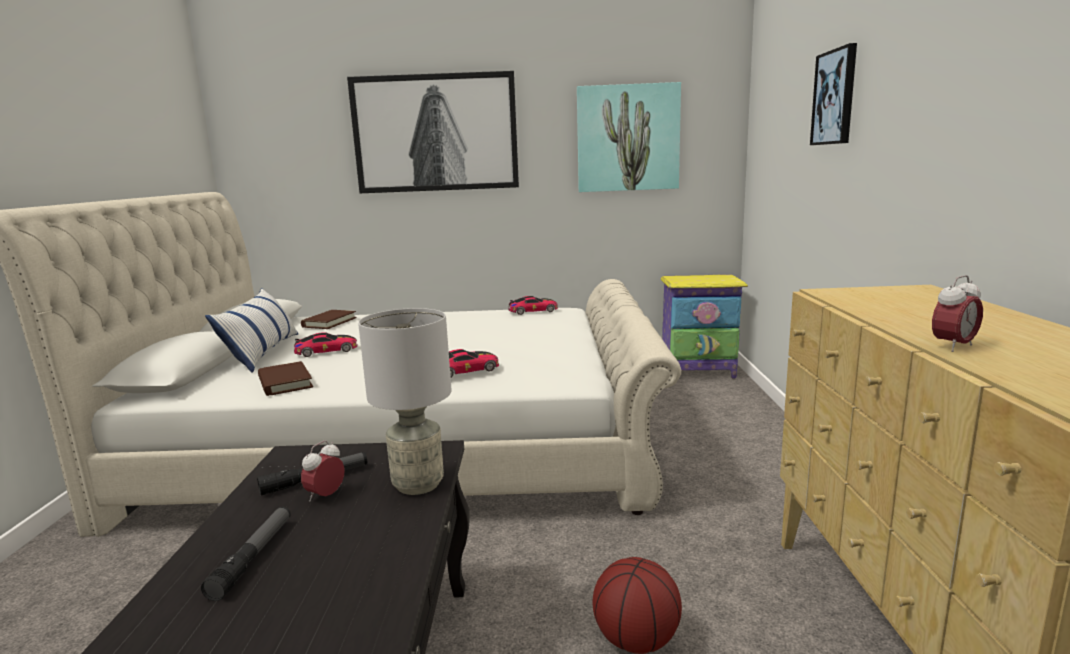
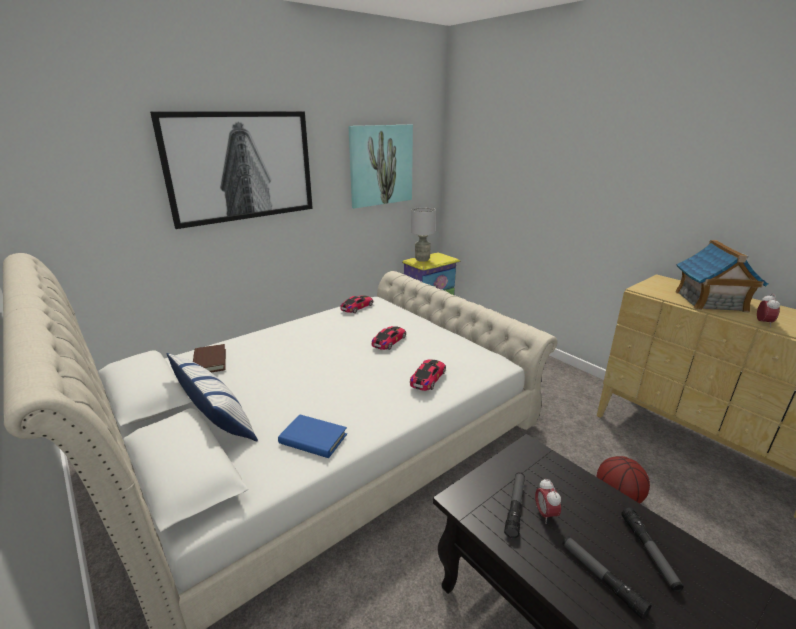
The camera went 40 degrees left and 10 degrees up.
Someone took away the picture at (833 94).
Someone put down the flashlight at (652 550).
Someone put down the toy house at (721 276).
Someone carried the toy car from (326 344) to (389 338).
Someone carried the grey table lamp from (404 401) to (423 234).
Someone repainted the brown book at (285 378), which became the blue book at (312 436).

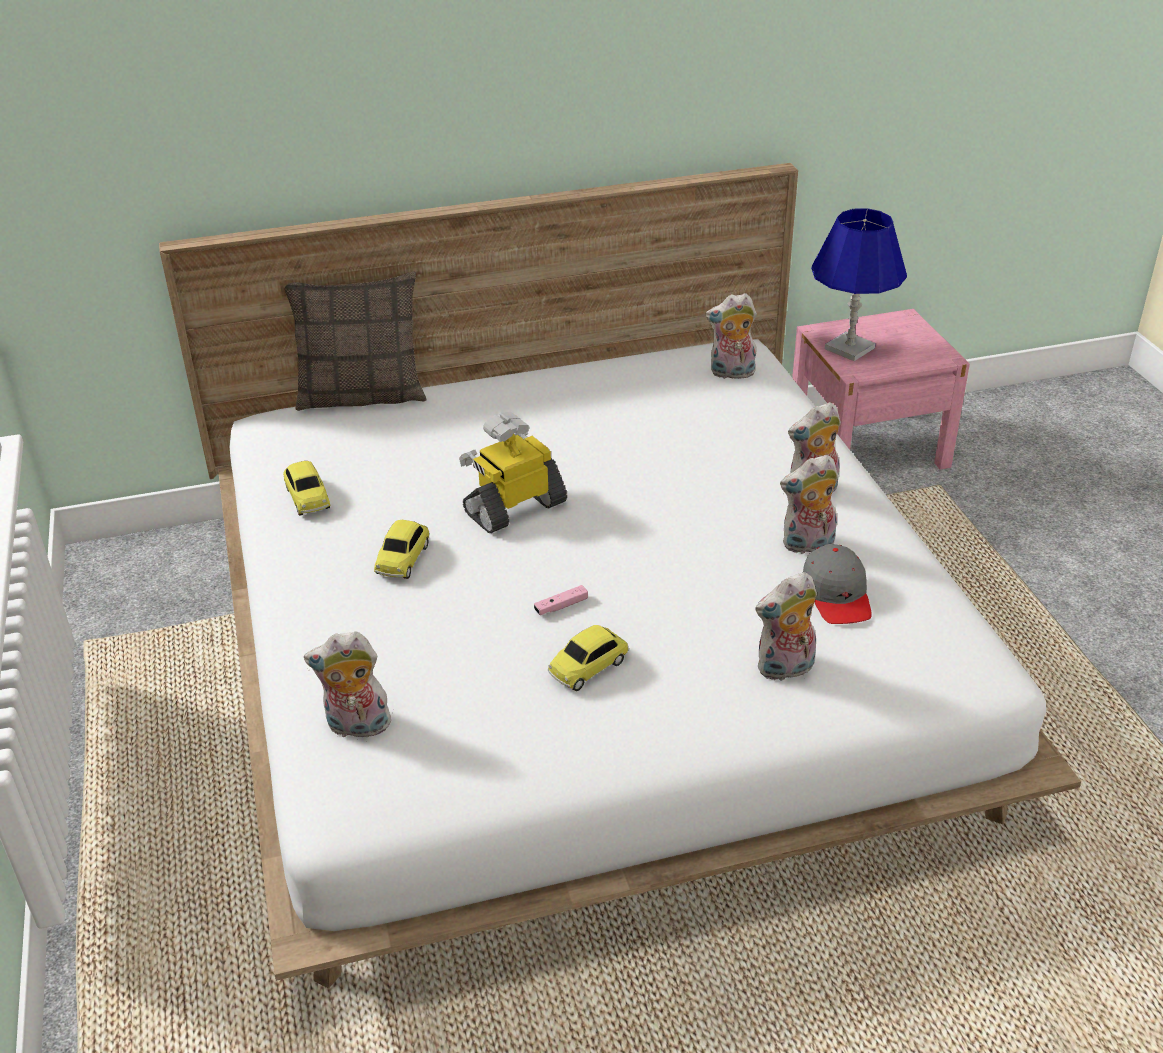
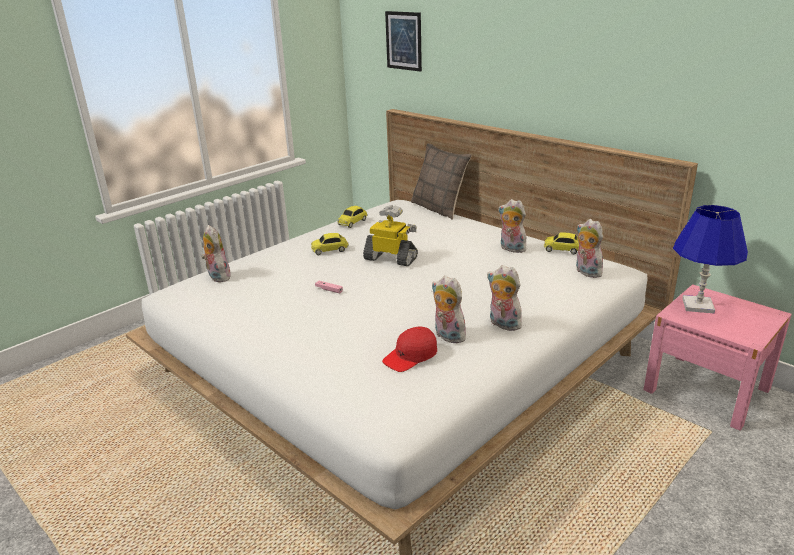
The camera went 60 degrees right and 10 degrees down.
Someone put up the picture at (403 41).
Someone carried the toy car from (588 658) to (561 243).
Someone carried the plush toy from (786 627) to (512 226).
Someone repainted the grey cap at (837 584), which became the red cap at (409 349).

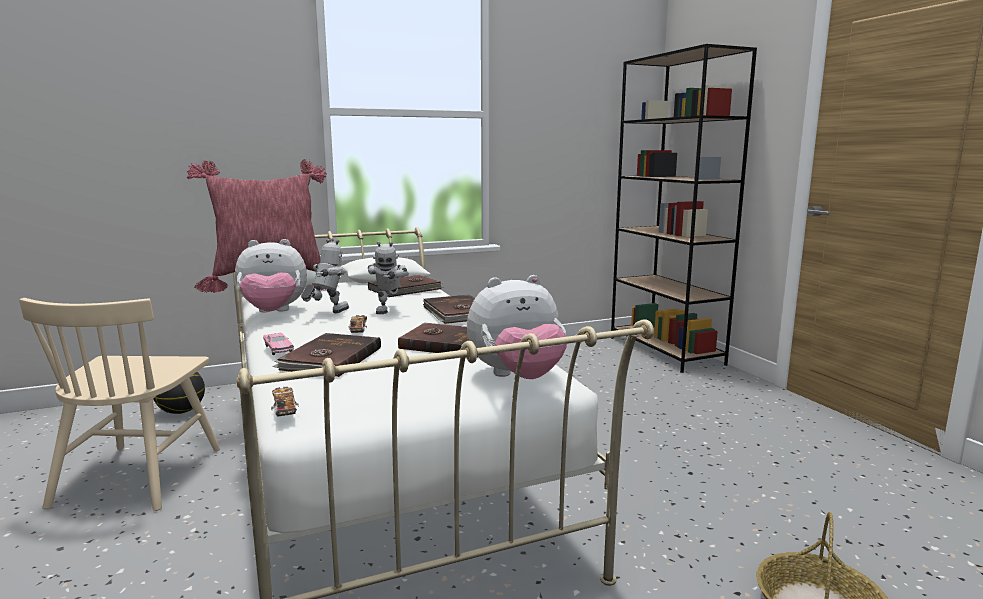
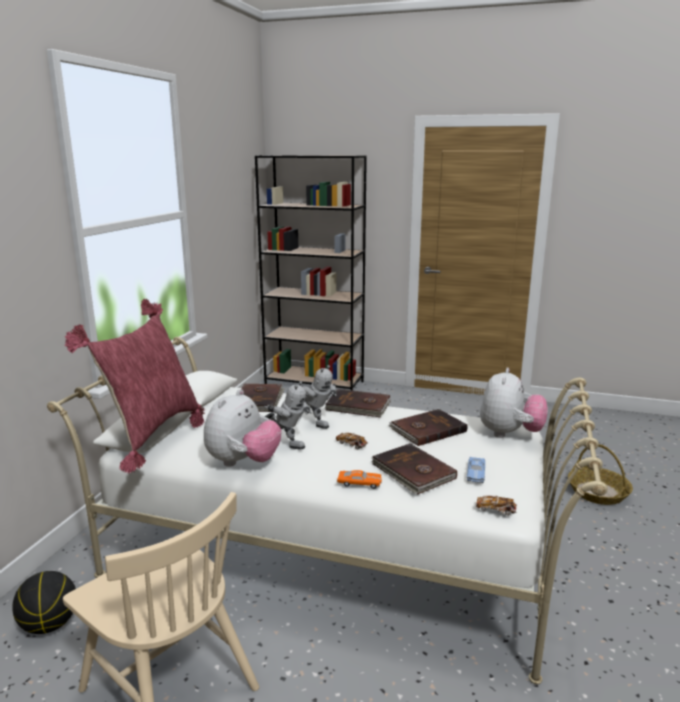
The camera went 50 degrees left and 5 degrees up.
Someone put down the blue toy car at (476 470).
Someone repainted the pink toy car at (278 344), which became the orange toy car at (359 479).
Someone rotated the toy robot at (325 276) by 135 degrees clockwise.

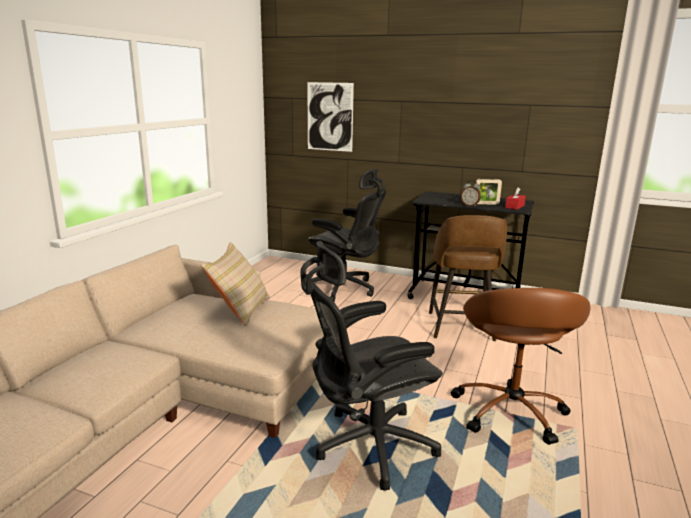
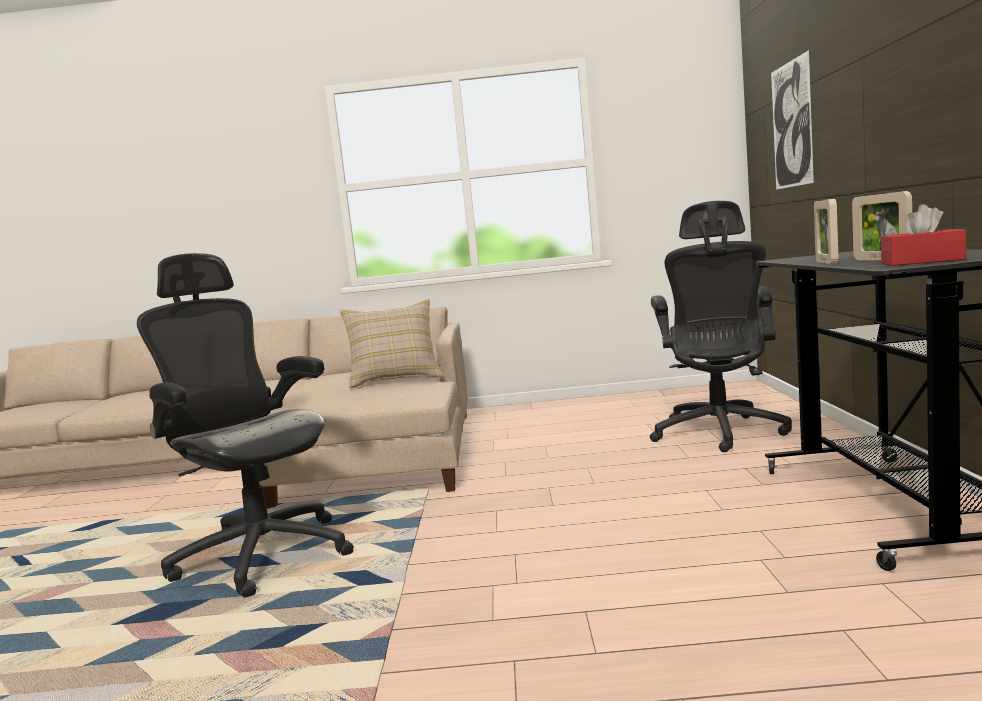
The camera went 70 degrees right and 10 degrees down.
Someone took away the brown stool at (468 278).
Someone took away the brown office chair at (520 366).
Someone swapped the alarm clock at (471 193) for the picture frame at (826 231).

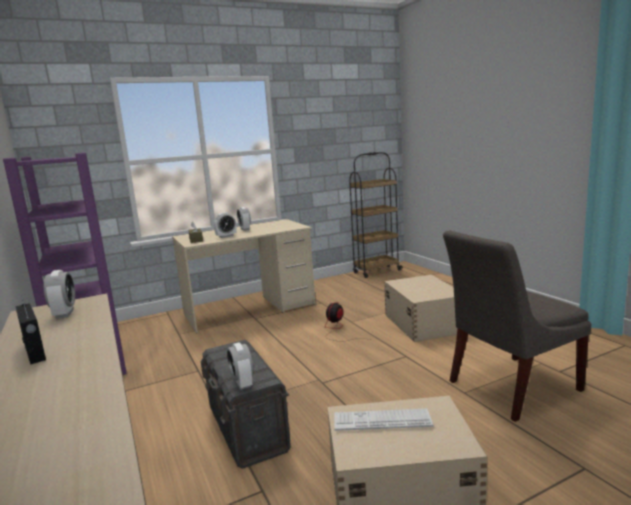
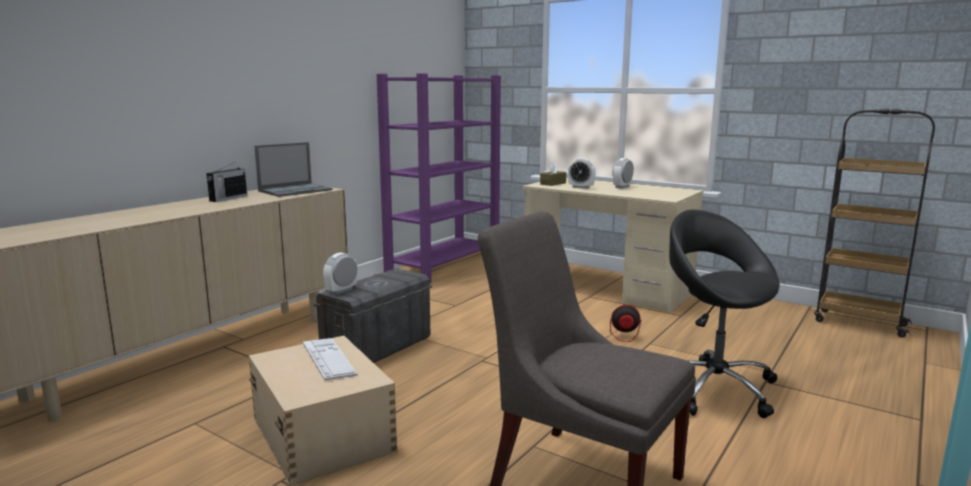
The camera went 60 degrees right and 0 degrees up.
Someone swapped the alarm clock at (59 294) for the laptop at (294 169).
Someone swapped the beige storage box at (420 308) for the black office chair at (724 314).

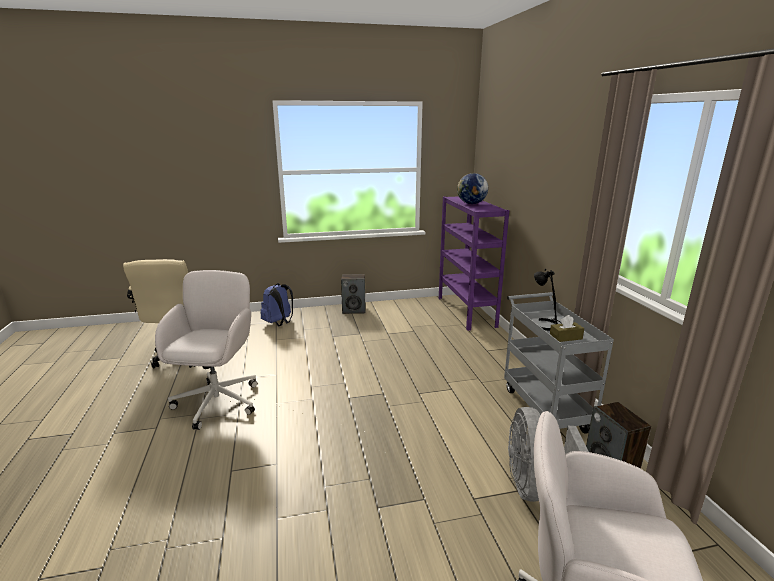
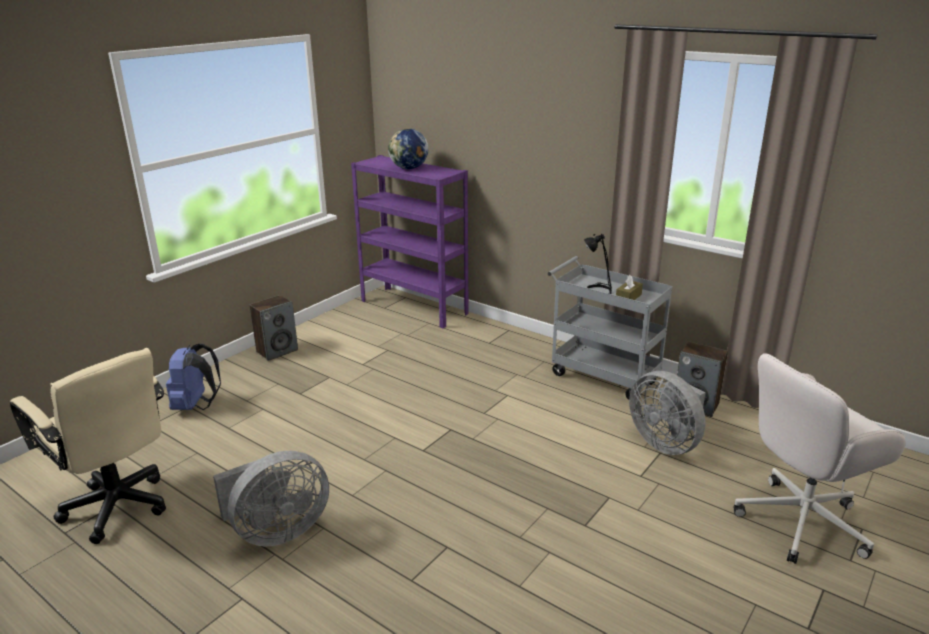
The camera went 40 degrees left and 5 degrees up.
Someone swapped the white office chair at (206 350) for the grey fan at (271 498).

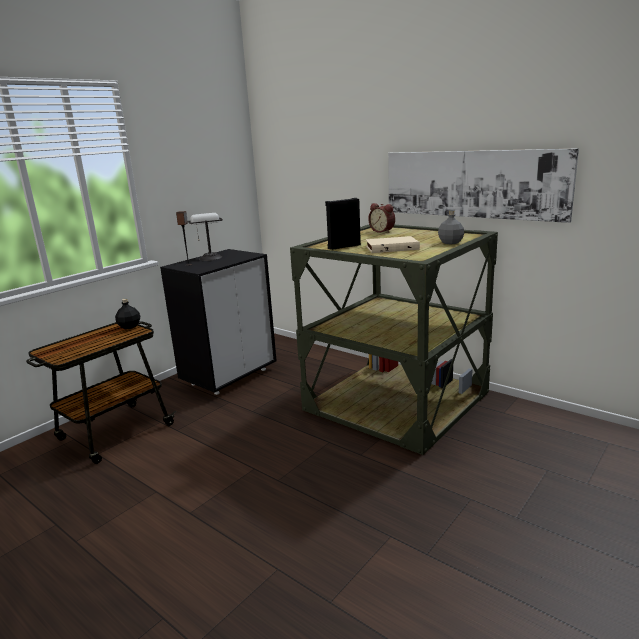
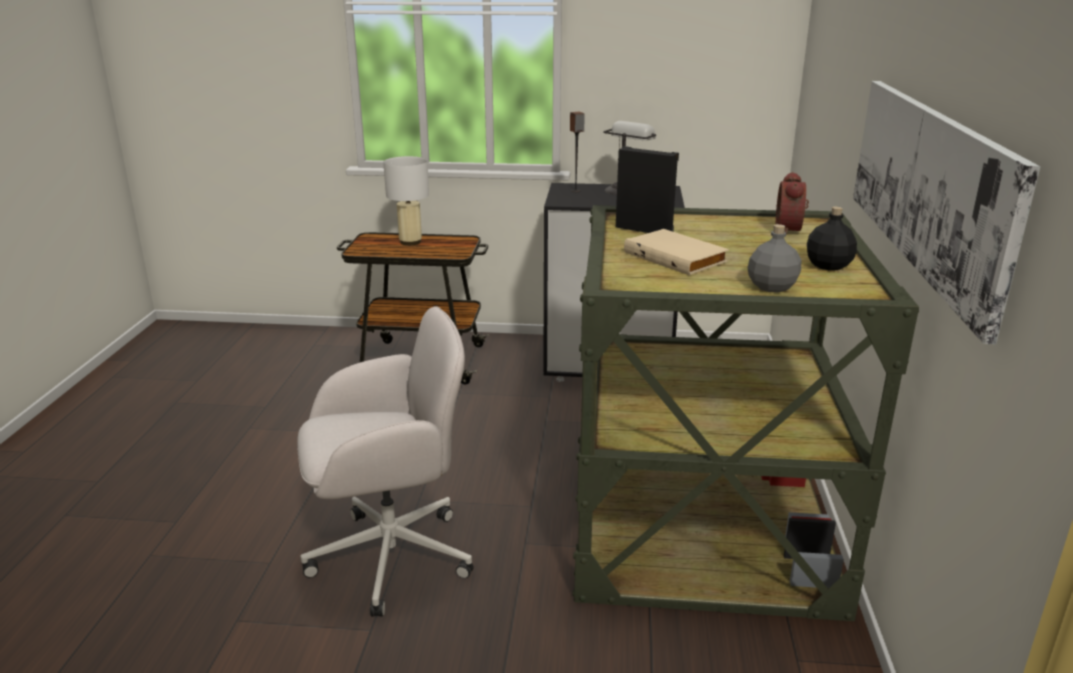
The camera went 55 degrees right and 5 degrees up.
Someone put down the white office chair at (385 461).
Someone put down the white table lamp at (406 201).
Someone carried the black bottle from (127 314) to (832 238).

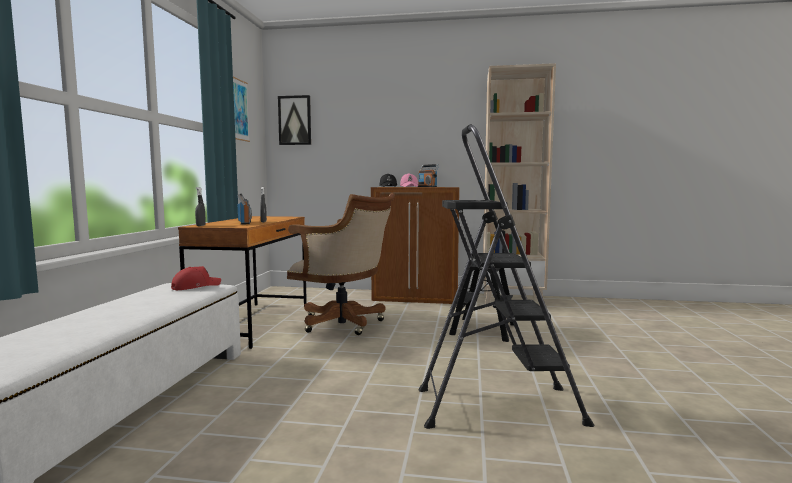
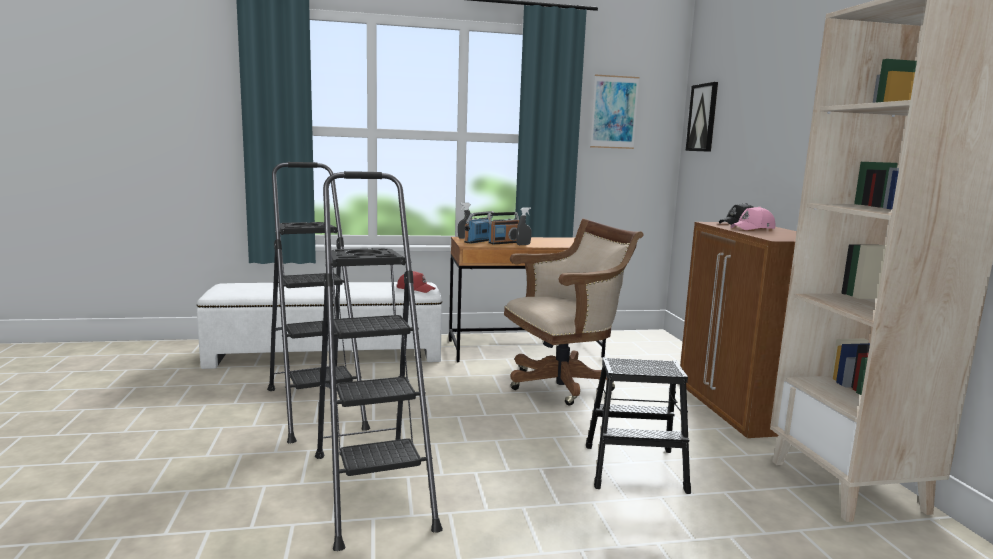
The camera went 70 degrees right and 5 degrees up.
Someone put down the step ladder at (318 302).
Someone carried the radio from (428 175) to (479 227).
Someone rotated the office chair at (341 264) by 120 degrees counterclockwise.

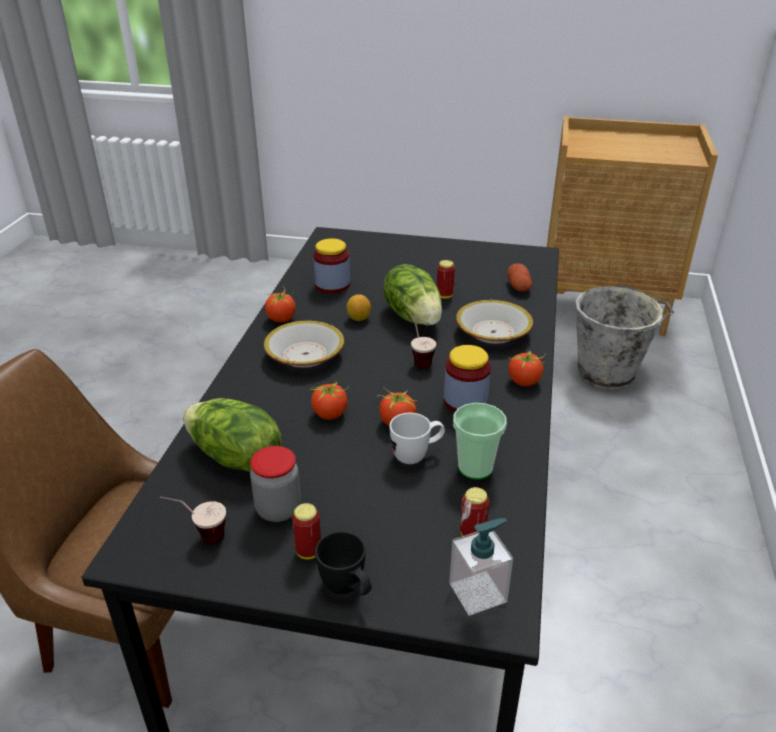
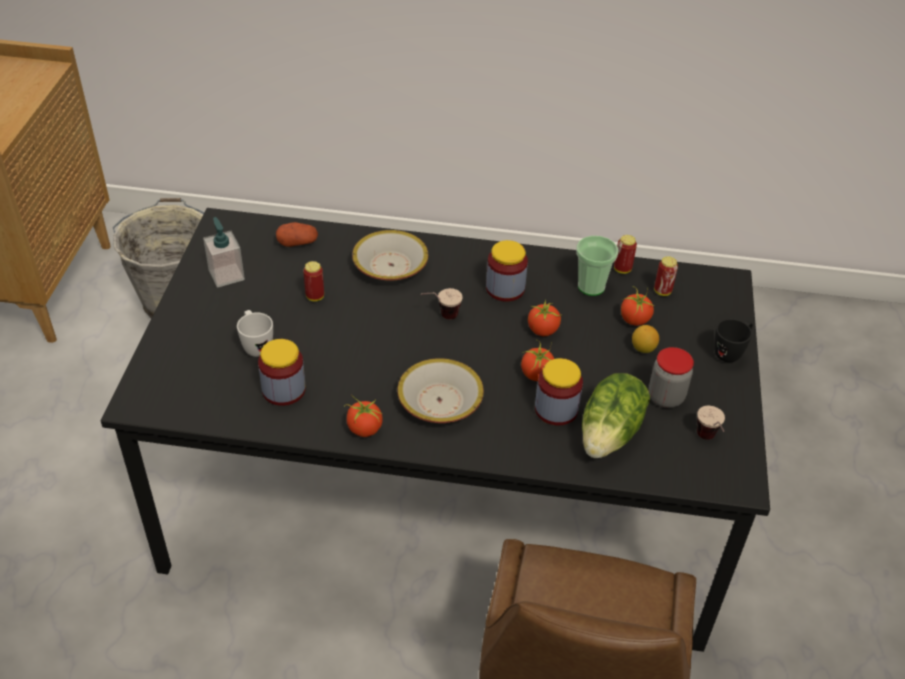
The camera went 95 degrees left and 10 degrees up.
Someone took away the lettuce at (412 294).
Someone put down the jar at (559 391).
Someone carried the can from (306 531) to (625 254).
Someone carried the lemon from (359 307) to (645 339).
Someone carried the white mug from (417 438) to (255 333).
Someone carried the soap dispenser from (481 567) to (224 252).
Someone carried the tomato from (527 367) to (637 306).

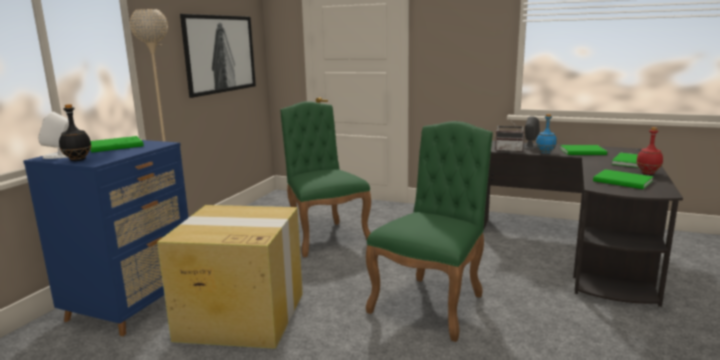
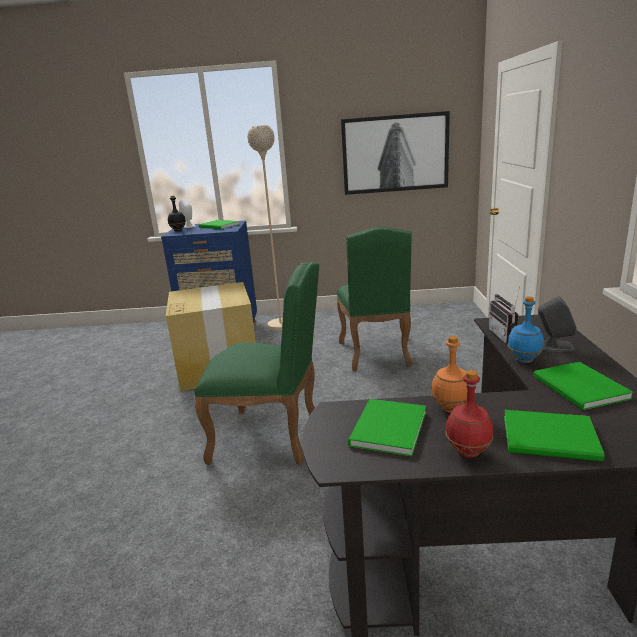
The camera went 70 degrees right and 5 degrees up.
Someone put down the orange bottle at (449 374).
Someone rotated the green chair at (325 179) by 135 degrees clockwise.

